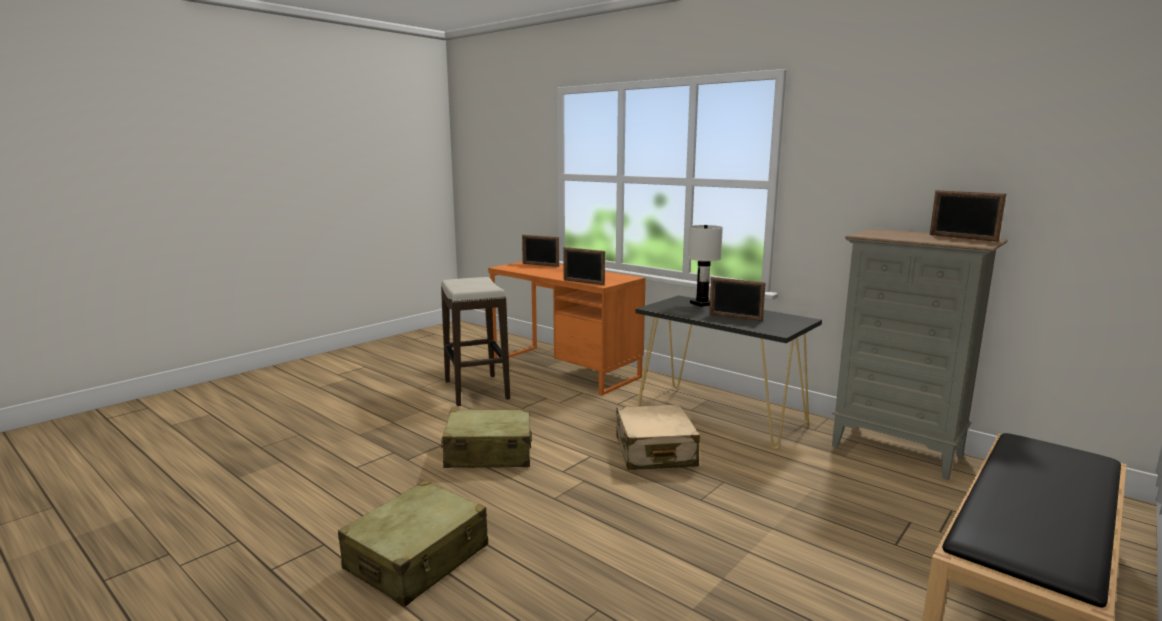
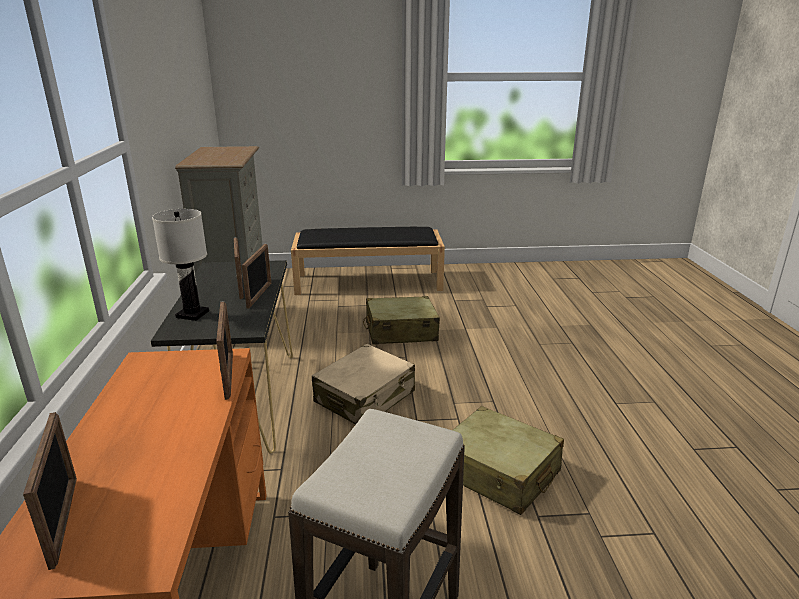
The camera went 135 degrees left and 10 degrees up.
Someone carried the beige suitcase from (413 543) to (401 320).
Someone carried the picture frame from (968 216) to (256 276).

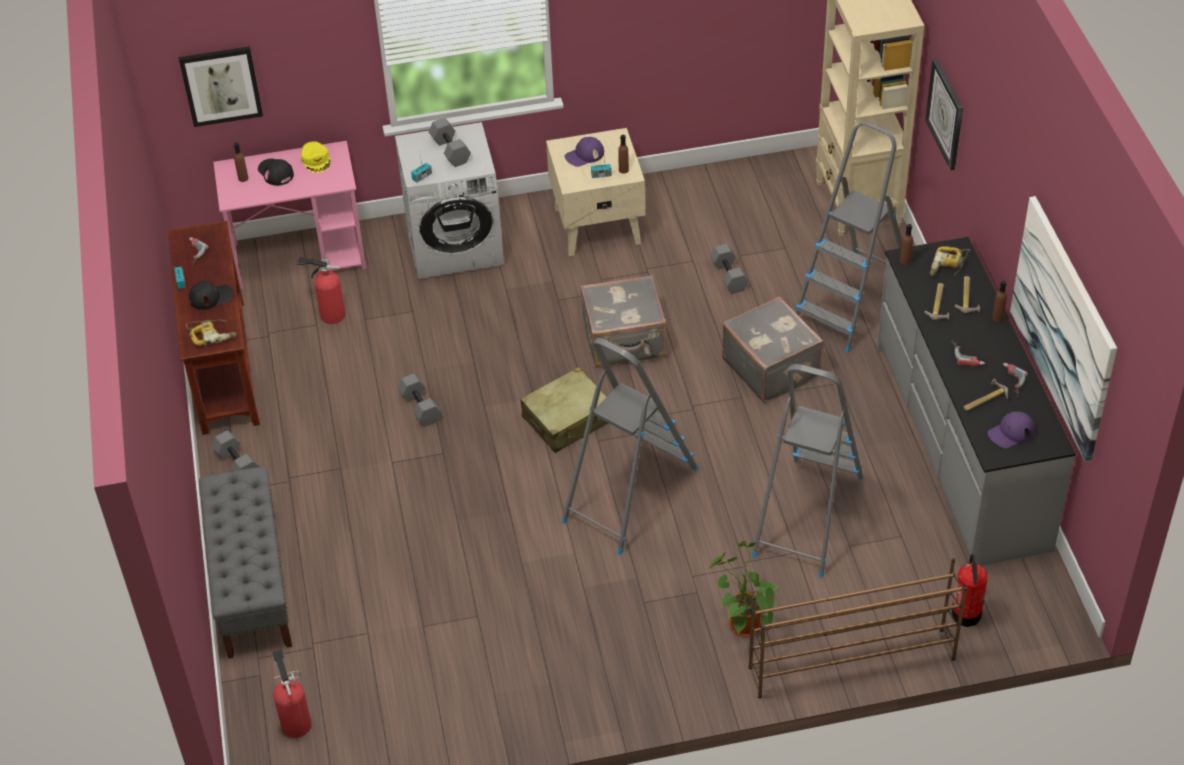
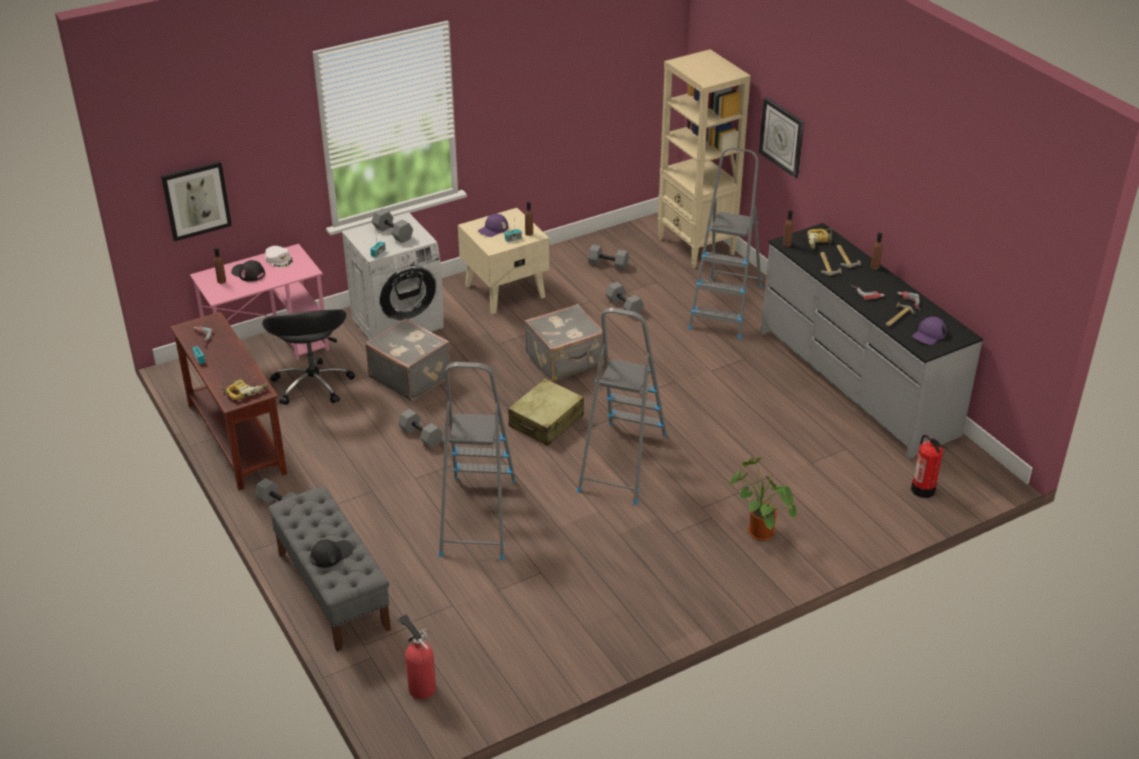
The camera went 20 degrees left and 10 degrees down.
Someone took away the brown shoe rack at (858 628).
Someone took away the picture at (1063 329).
Someone put down the grey dumbbell at (608 257).
Someone carried the black cap from (211 295) to (331 553).
Someone carried the grey suitcase from (773 350) to (408 360).
Someone carried the grey step ladder from (807 471) to (477 461).
Someone swapped the fire extinguisher at (321 290) for the black office chair at (308 357).
Someone repainted the yellow cap at (315 157), which became the white cap at (279 257).

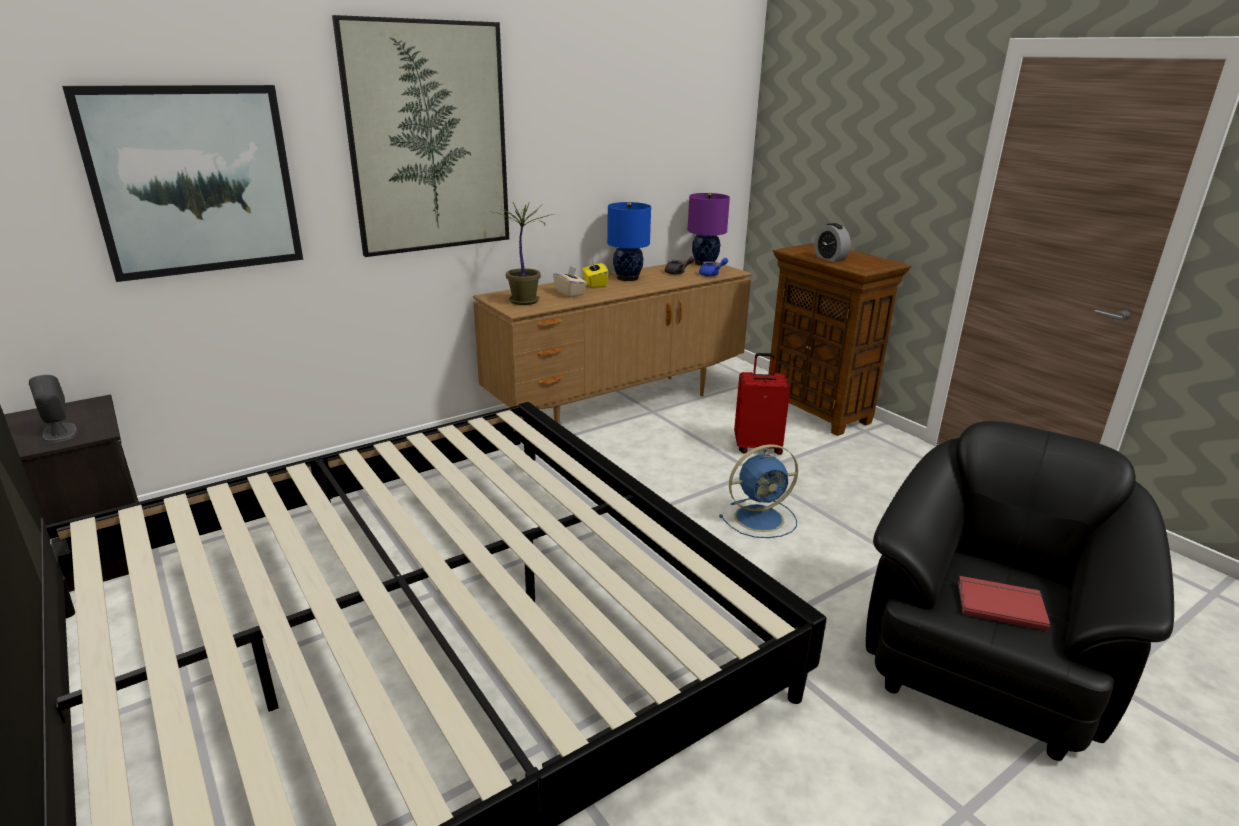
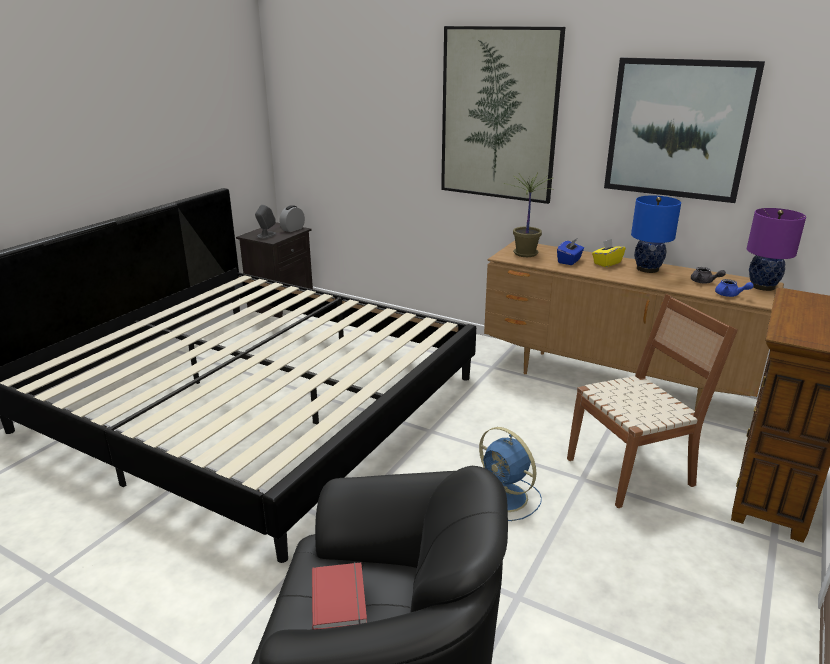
The camera went 65 degrees right and 0 degrees up.
Someone carried the picture from (182 183) to (684 130).
Someone carried the alarm clock from (832 242) to (292 218).
Someone swapped the red suitcase at (762 404) for the chair at (652 401).
Someone repainted the beige tissue box at (570 281), which became the blue tissue box at (570 252).

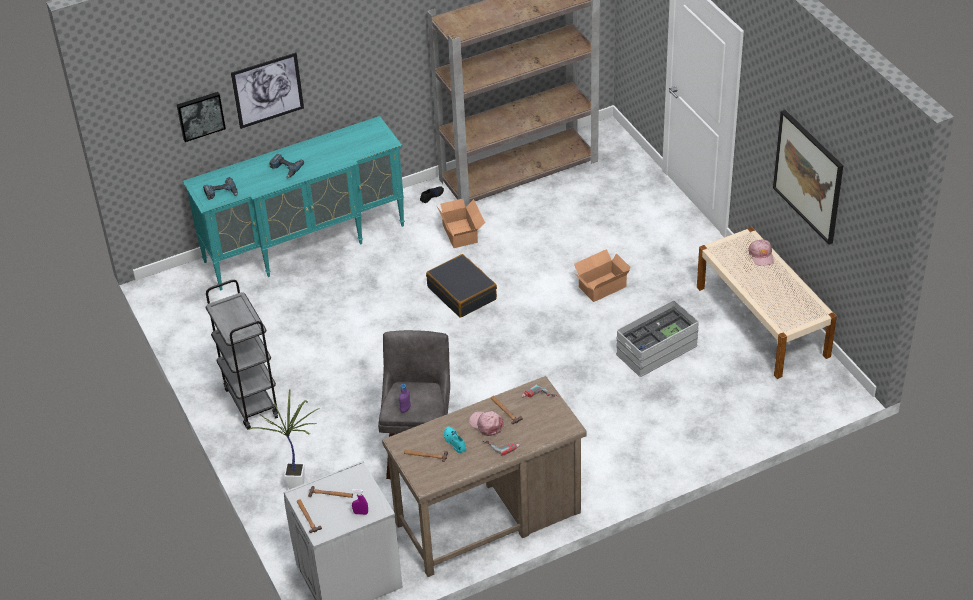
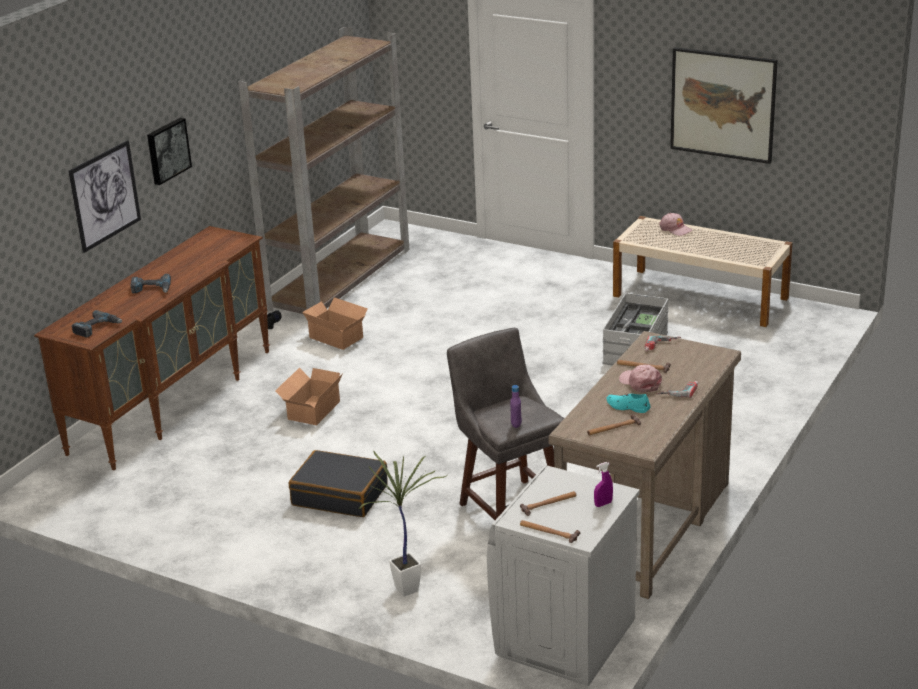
The camera went 35 degrees left and 15 degrees down.
Someone took away the grey cart at (242 354).
Someone carried the picture from (201 117) to (169 151).
Someone carried the black suitcase from (461 286) to (338 483).
Someone carried the cardboard box from (602 275) to (308 397).
Someone repainted the turquoise cabinet at (293 203), which became the brown cabinet at (152 348).
Someone rotated the pink cap at (486 423) by 45 degrees clockwise.

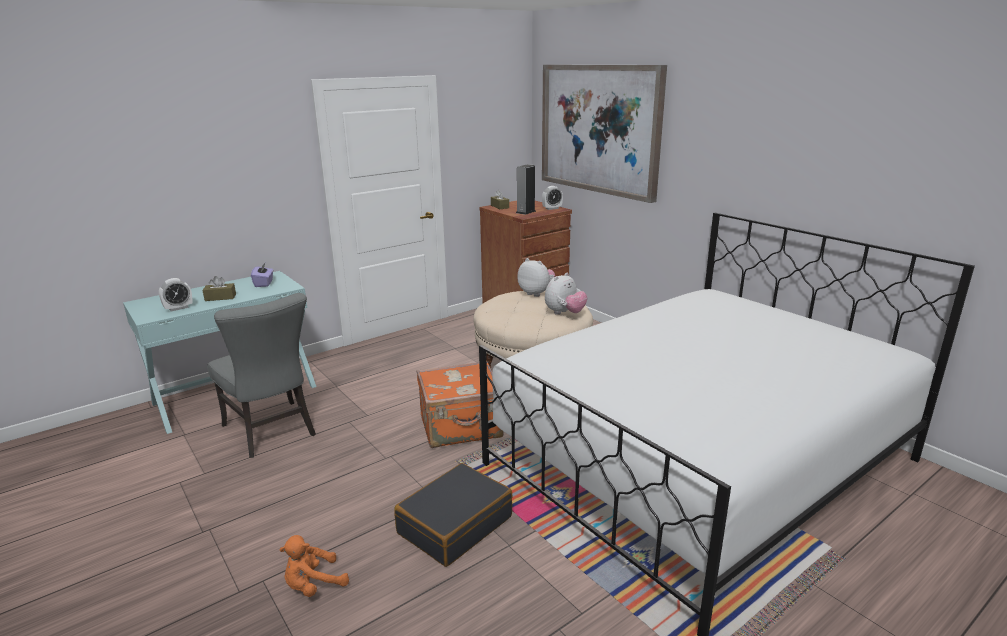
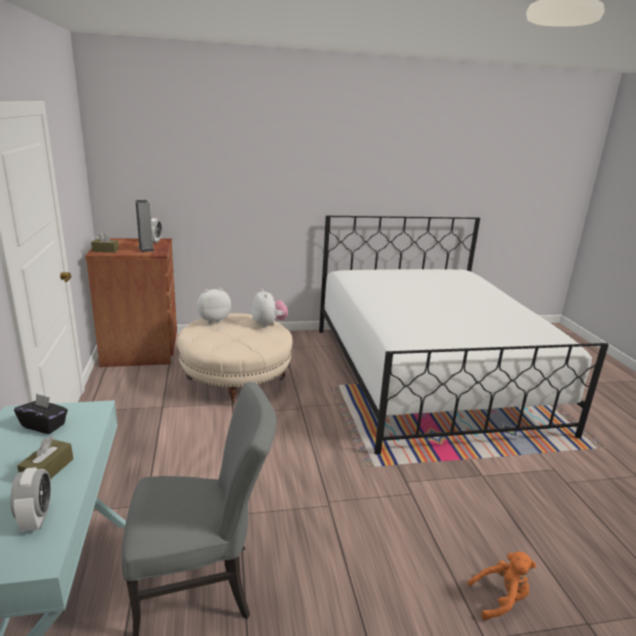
The camera went 65 degrees left and 0 degrees up.
Someone took away the black suitcase at (453 515).
Someone took away the orange suitcase at (459 405).
Someone took away the picture at (604 134).
Someone repainted the purple tissue box at (262 275), which became the black tissue box at (41 413).
Someone rotated the orange plush toy at (314 566) by 90 degrees counterclockwise.

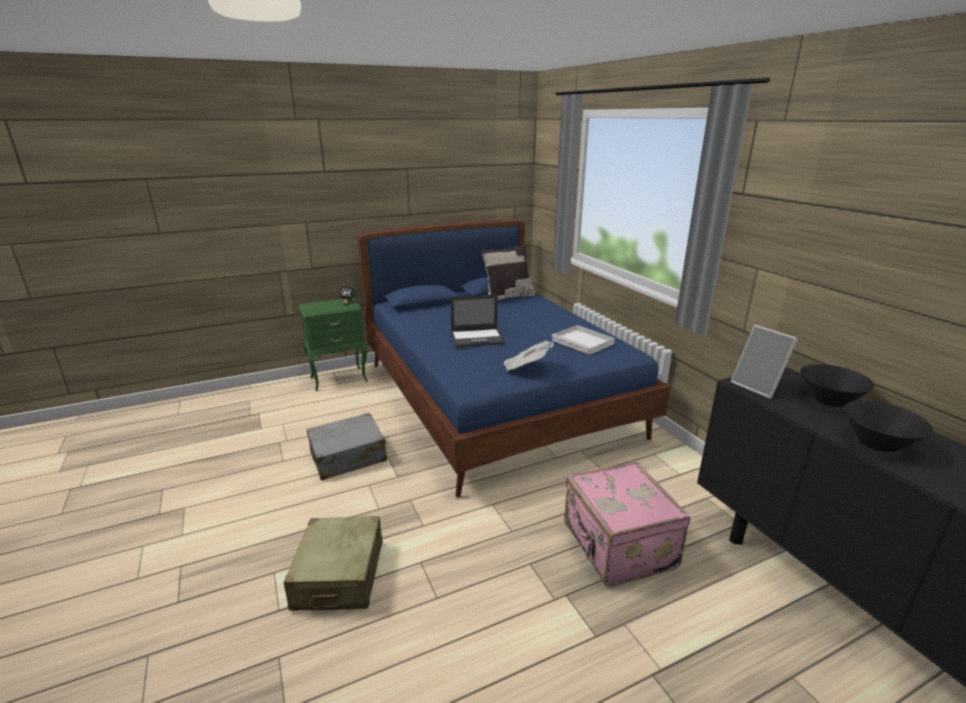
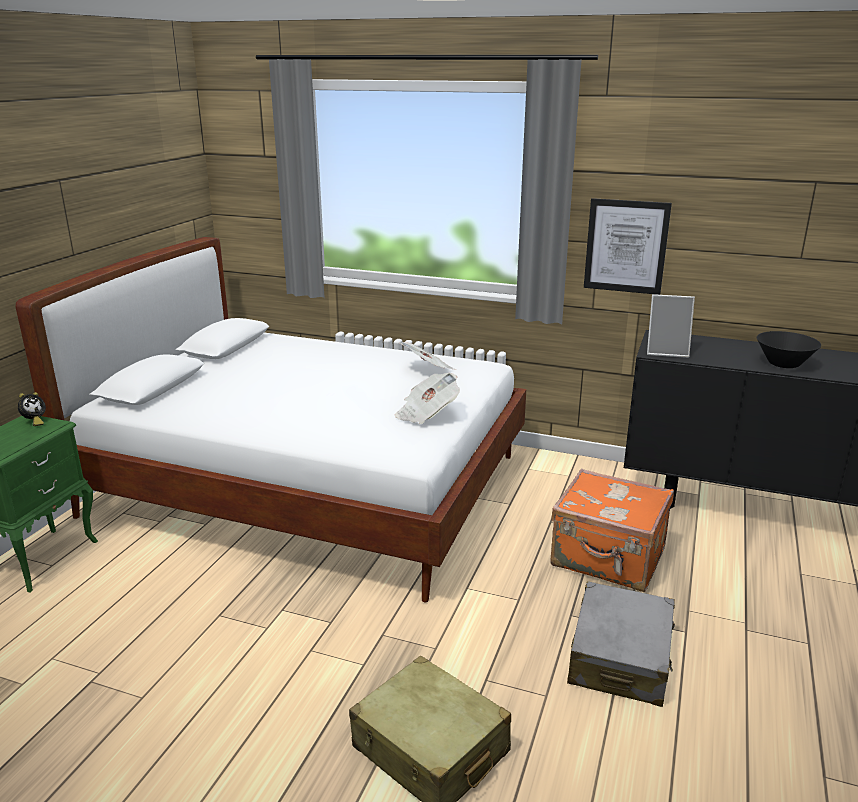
The camera went 45 degrees left and 0 degrees up.
Someone took away the laptop at (477 320).
Someone took away the pillow at (508 272).
Someone took away the black bowl at (838 385).
Someone put up the picture at (628 246).
Someone carried the grey suitcase from (347 446) to (621 644).
Someone swapped the white tray at (583 340) for the newspaper at (428 356).
Someone repainted the blue bed at (514 358), which became the white bed at (271 419).
Someone repainted the pink suitcase at (627 524), which became the orange suitcase at (612 530).

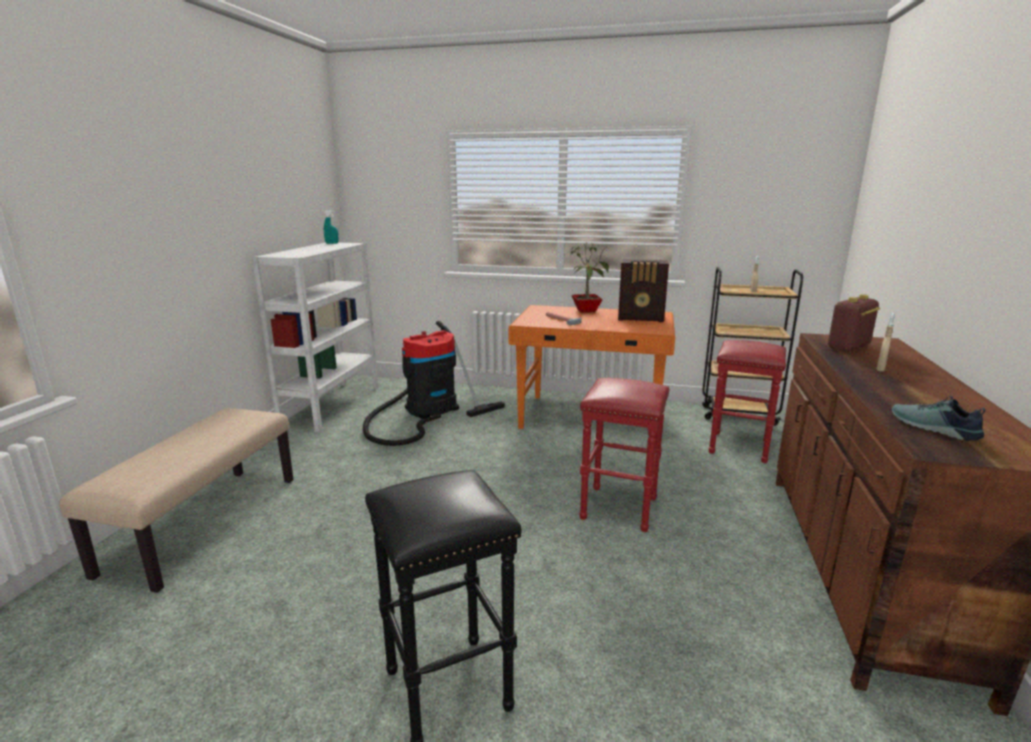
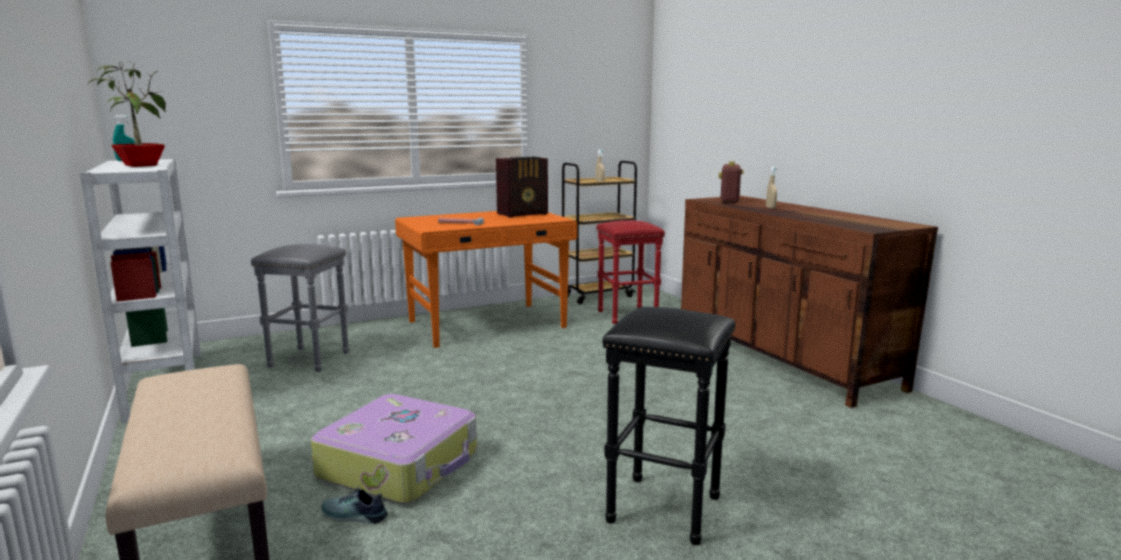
The camera went 40 degrees left and 5 degrees down.
Someone took away the red stool at (624 455).
Someone put down the suitcase at (394 449).
Someone carried the potted plant from (587 277) to (127 114).
Someone carried the shoe from (938 418) to (354 505).
Someone swapped the vacuum cleaner at (434 383) for the grey stool at (300 308).

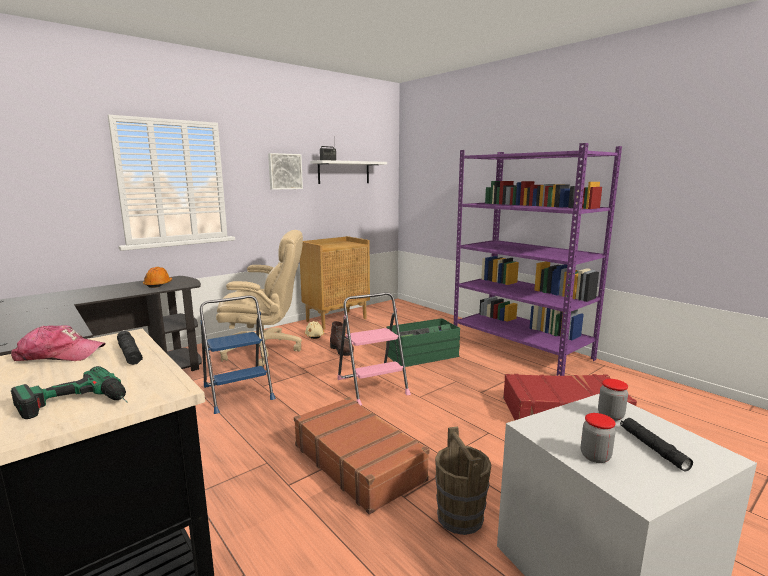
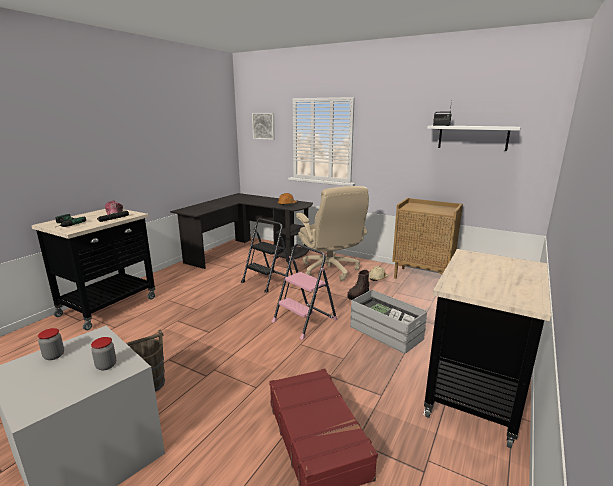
The camera went 70 degrees right and 5 degrees up.
Someone took away the brown suitcase at (361 456).
Someone took away the black flashlight at (656 445).
Someone carried the picture from (285 171) to (263 126).
Someone swapped the purple bookcase at (538 259) for the black cart at (487 348).
Someone repainted the blue step ladder at (238 355), which became the black step ladder at (267 255).
Someone repainted the green storage box at (423 342), which became the grey storage box at (388 321).

